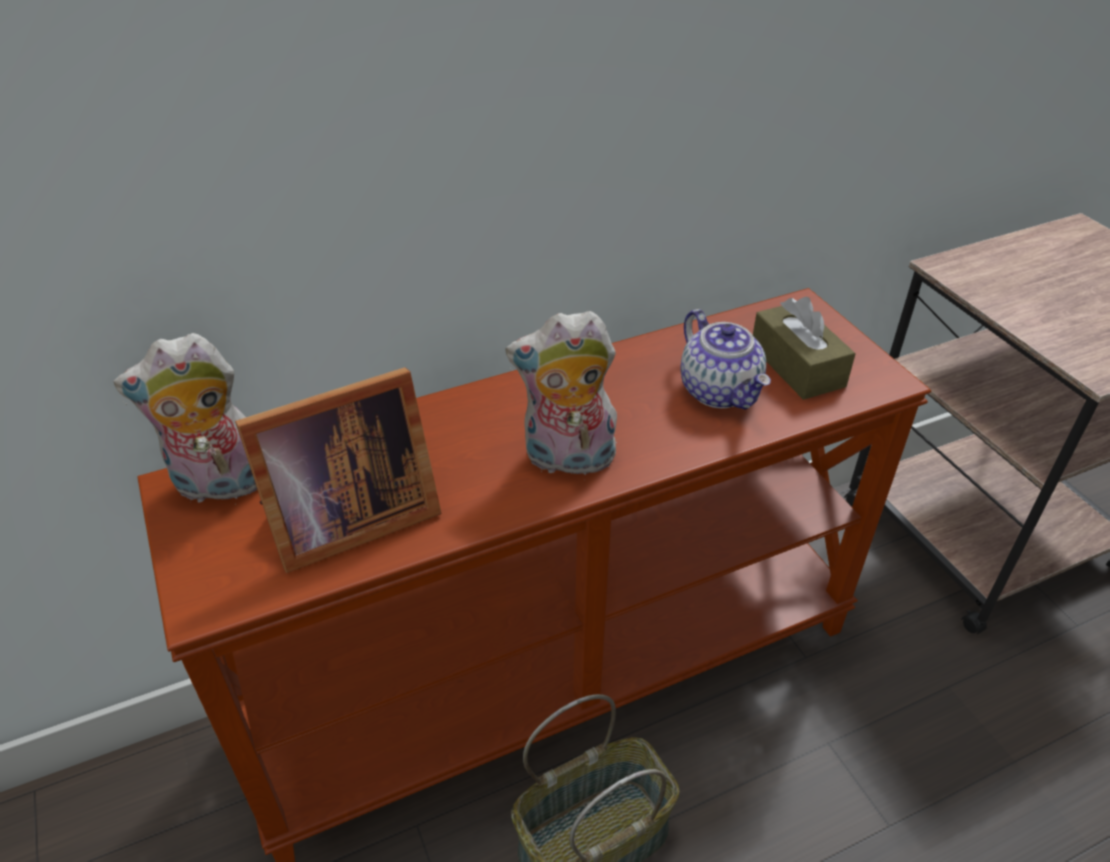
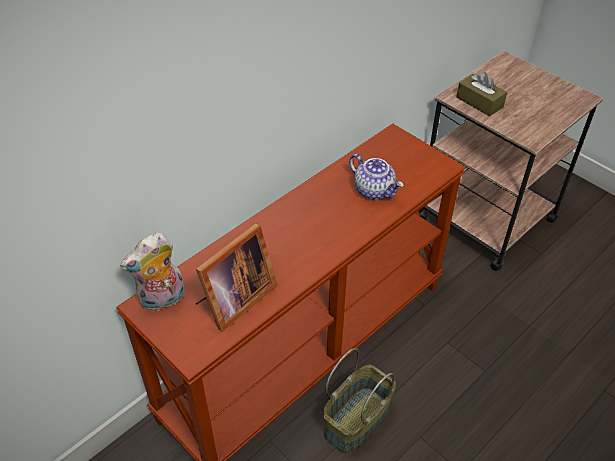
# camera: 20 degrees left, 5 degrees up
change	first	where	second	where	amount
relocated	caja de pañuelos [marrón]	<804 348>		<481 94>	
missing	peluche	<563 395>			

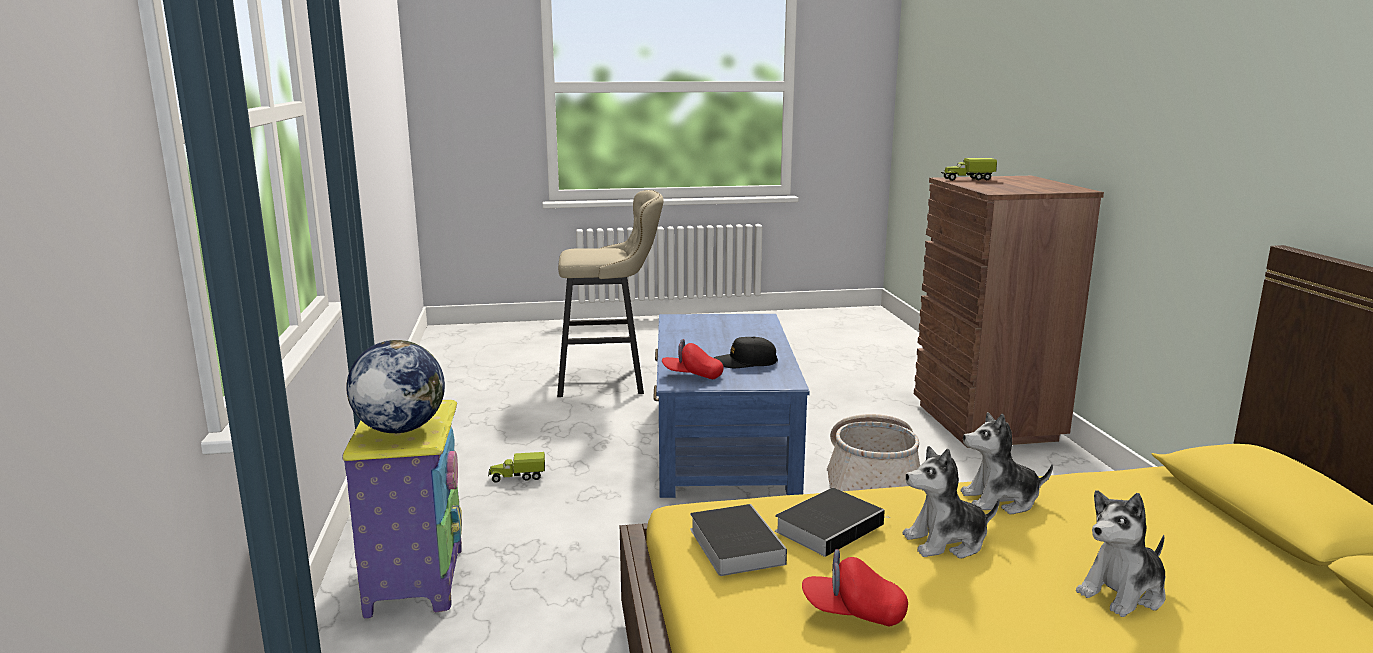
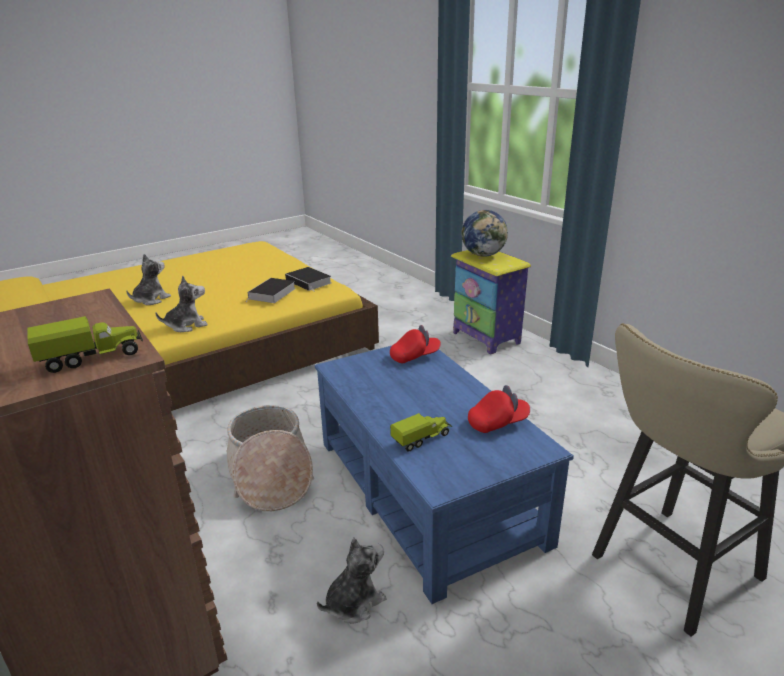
# camera: 155 degrees right, 10 degrees up
change	first	where	second	where	amount
missing	gorra [negro]	<746 352>			
relocated	peluche	<951 502>		<352 580>	
relocated	camión de juguete	<516 467>		<421 432>	
relocated	gorra [rojo]	<855 587>		<499 409>	

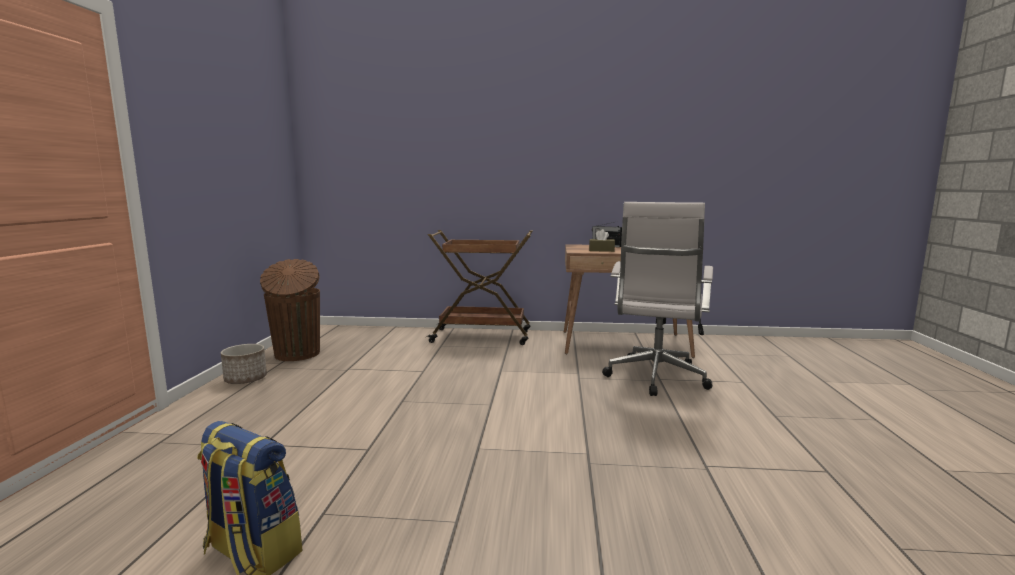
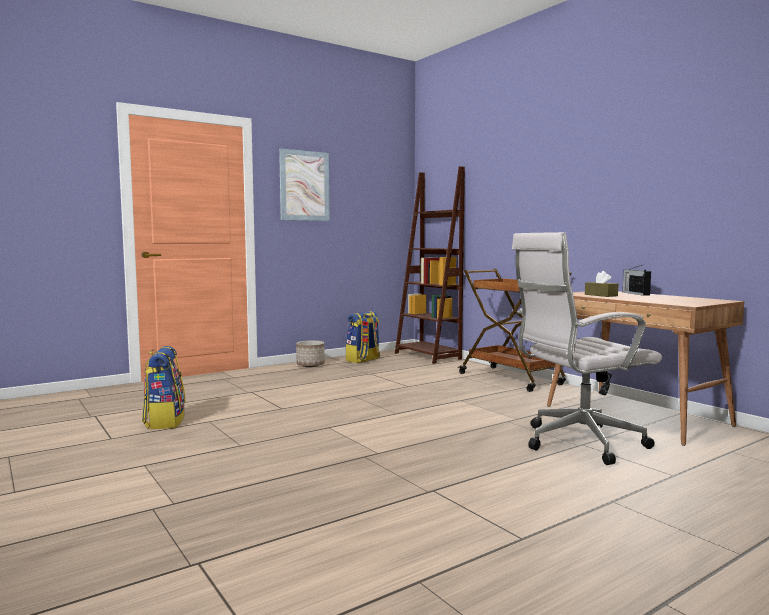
# camera: 50 degrees right, 5 degrees down
change	first	where	second	where	amount
exchanged	papelera [marrón]	<290 310>	mochila	<363 337>	
appeared			cuadro	<304 184>	
appeared			estantería [marrón]	<430 265>	

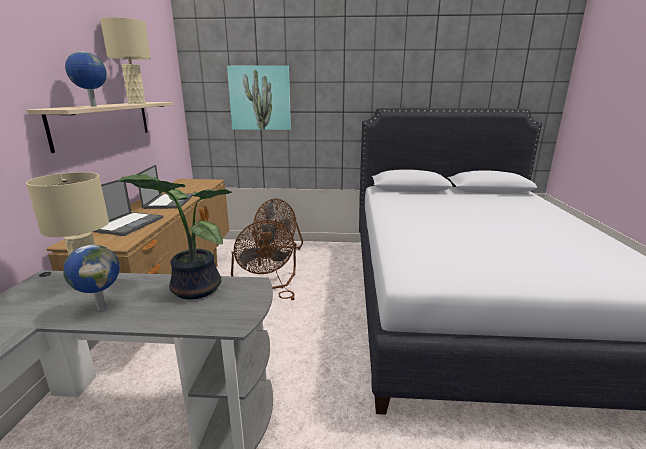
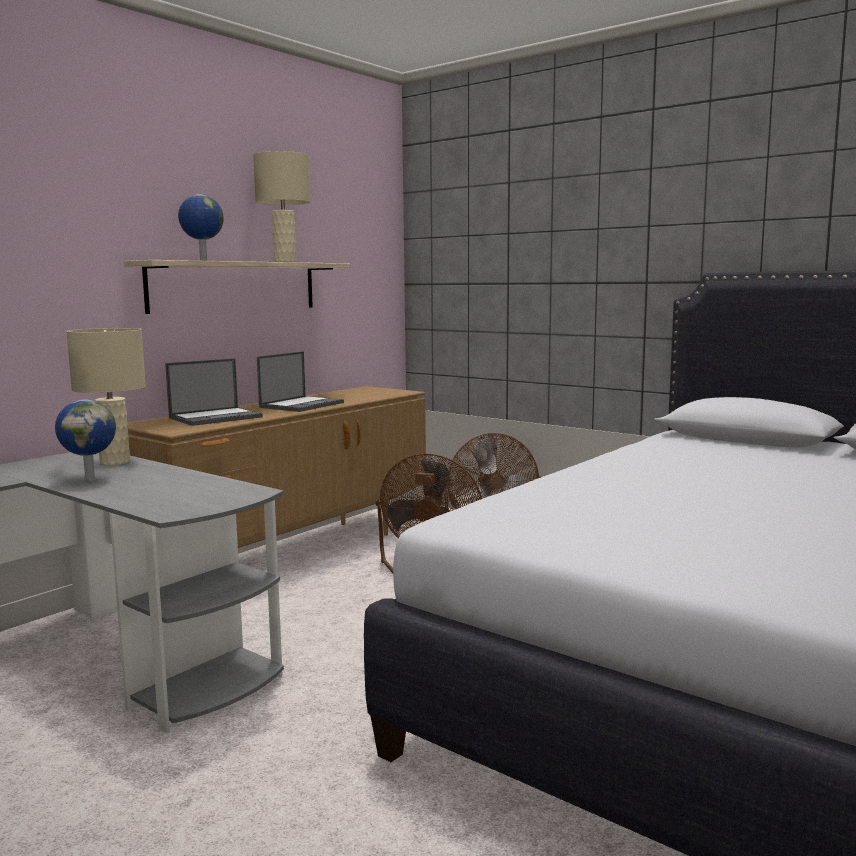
# camera: 35 degrees right, 10 degrees down
change	first	where	second	where	amount
missing	cuadro	<259 97>			
missing	planta en maceta	<176 236>			

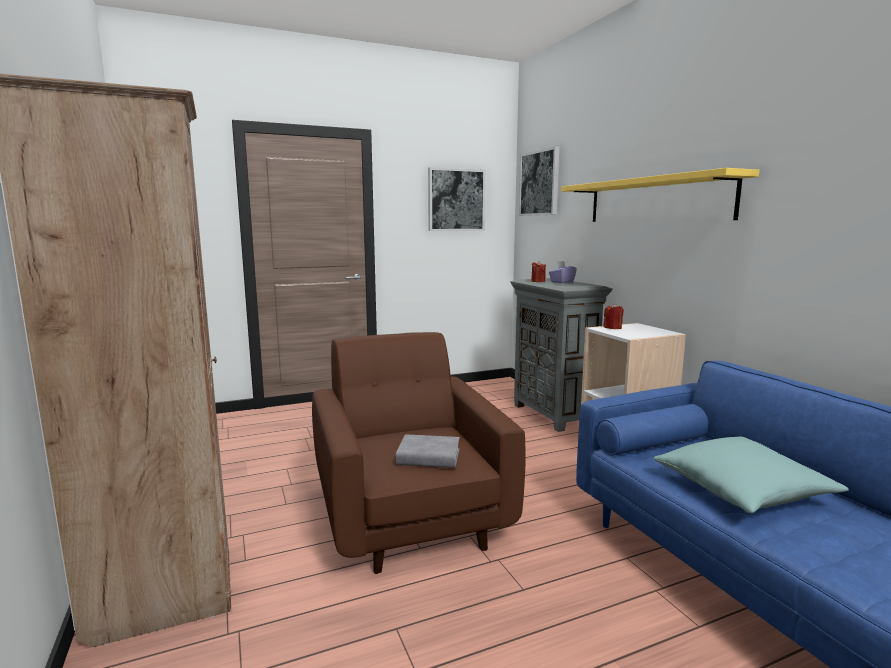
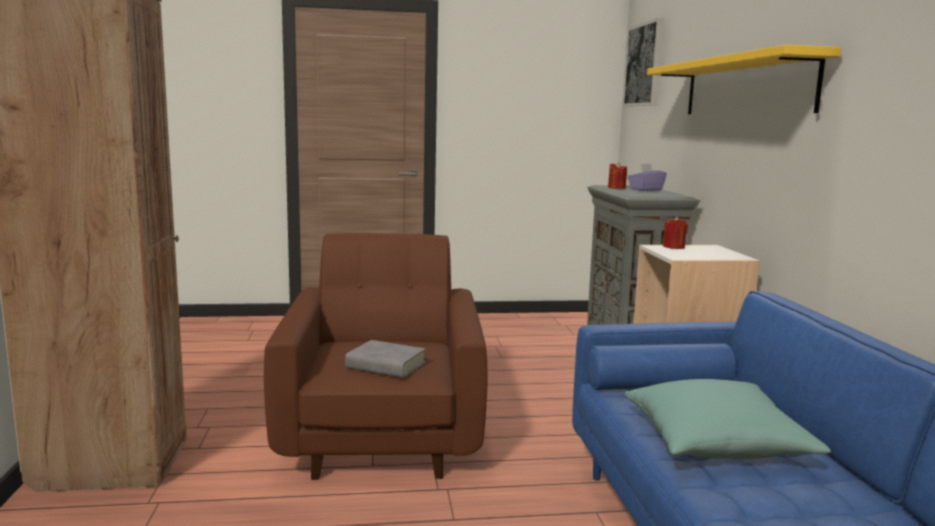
# camera: 15 degrees right, 0 degrees up
change	first	where	second	where	amount
missing	cuadro	<456 199>			

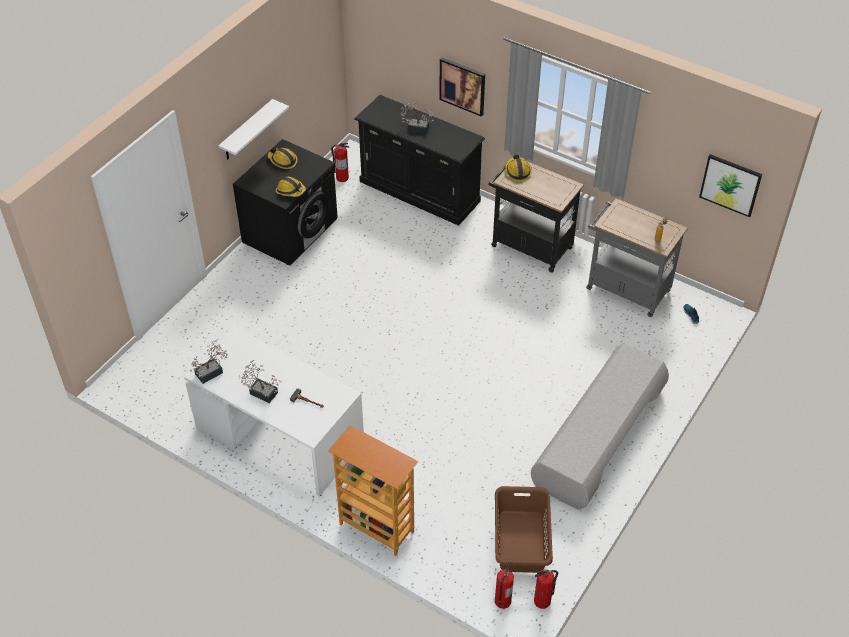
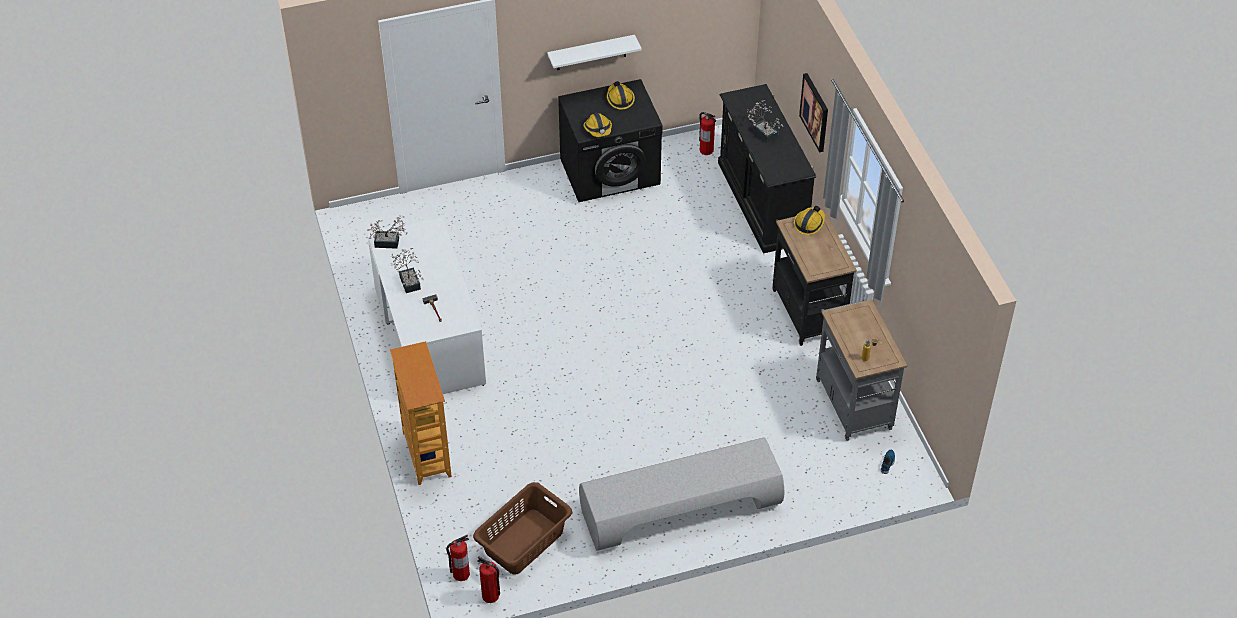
# camera: 40 degrees right, 0 degrees up
change	first	where	second	where	amount
missing	cuadro	<730 185>			

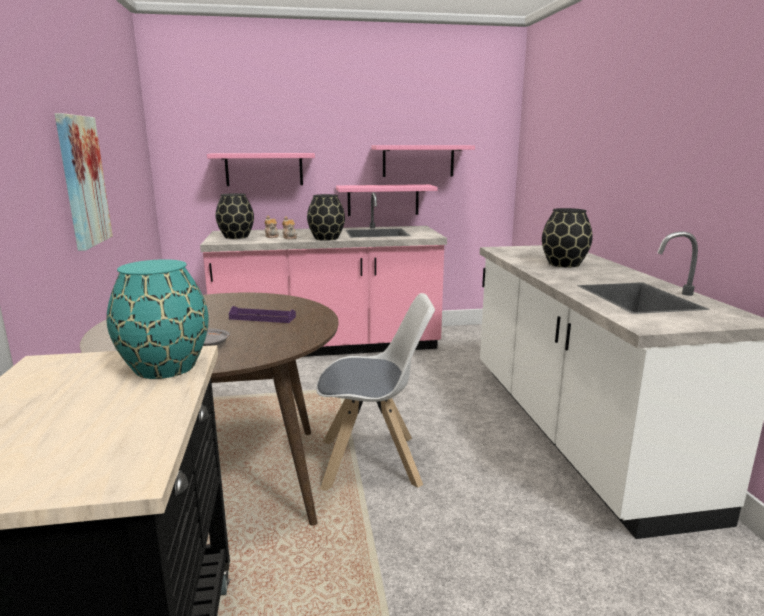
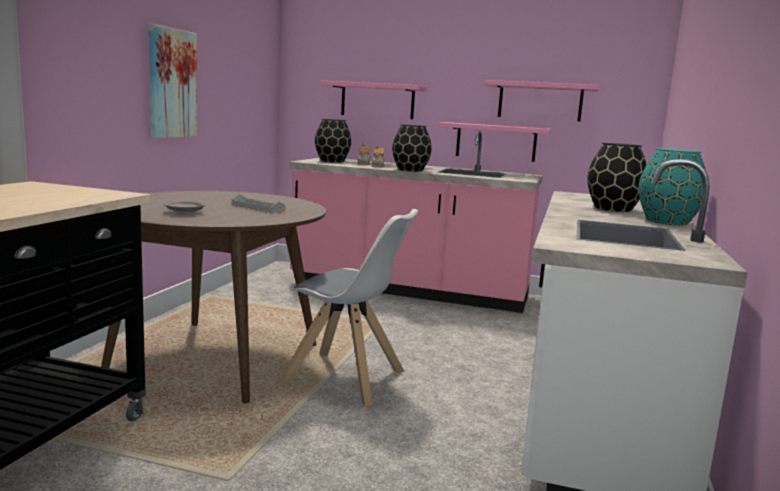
# camera: 25 degrees right, 5 degrees down
change	first	where	second	where	amount
relocated	florero [turquesa]	<157 319>		<672 186>	
colour	bandeja [morado]	<262 314>	bandeja [gris]	<258 203>	

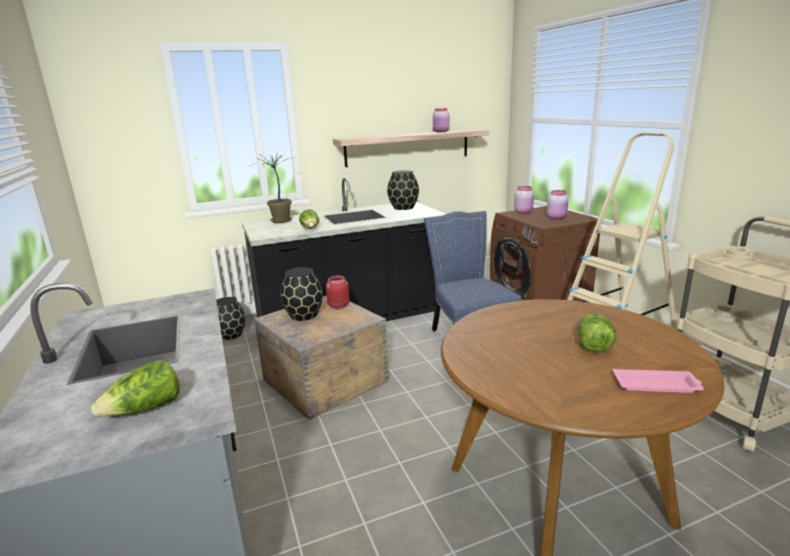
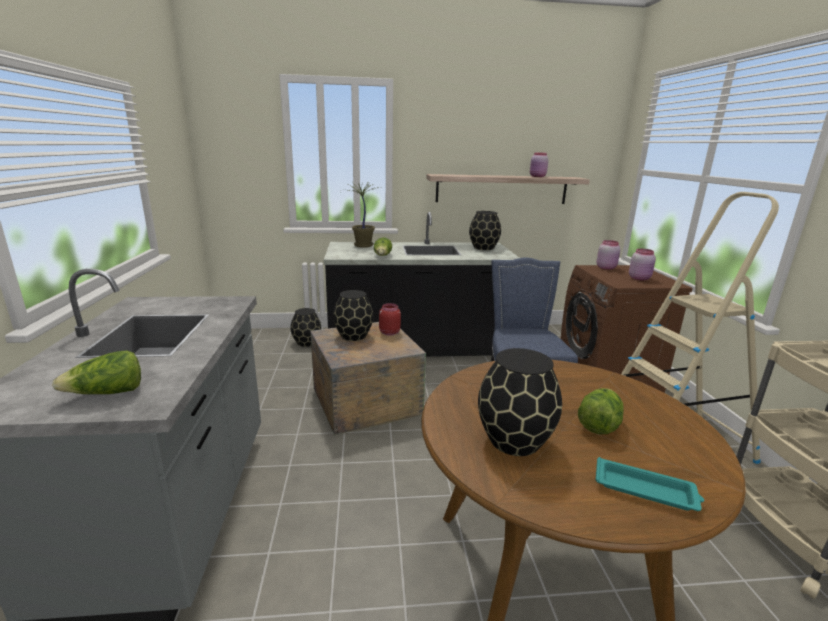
# camera: 15 degrees right, 0 degrees up
change	first	where	second	where	amount
colour	bandeja [rosa]	<658 380>	bandeja [turquesa]	<650 484>	
appeared			florero [negro]	<520 402>	

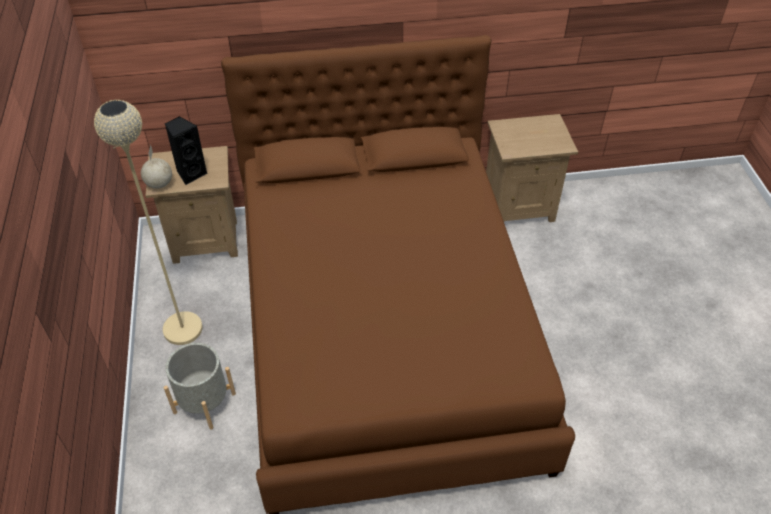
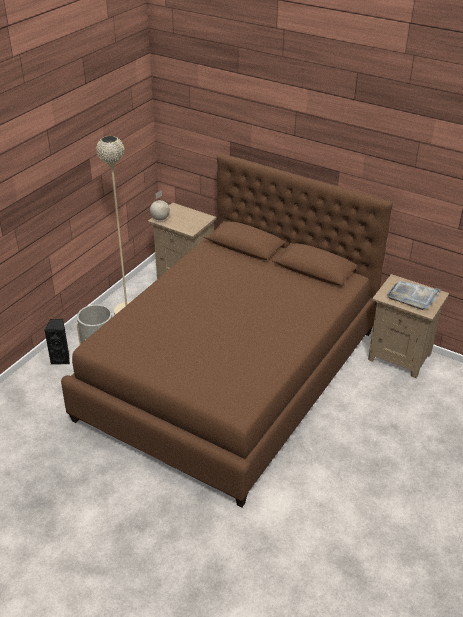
# camera: 40 degrees right, 10 degrees down
change	first	where	second	where	amount
relocated	altavoz [negro]	<186 150>		<57 342>	
appeared			bandeja [gris]	<414 295>	

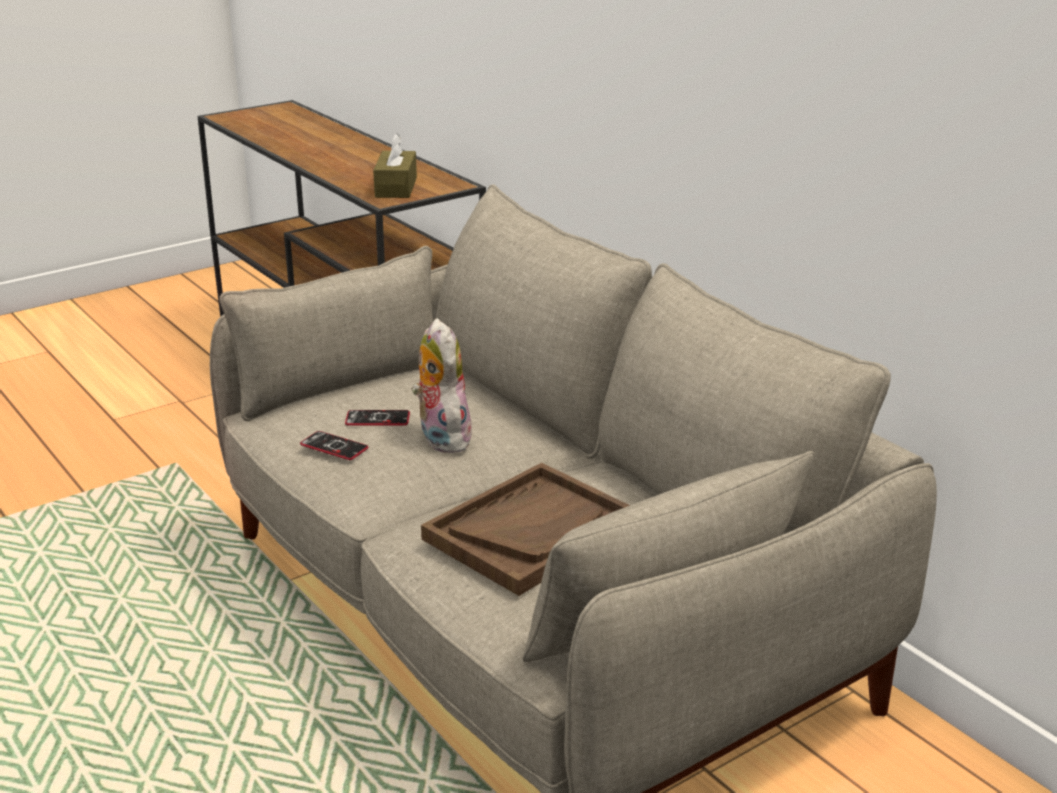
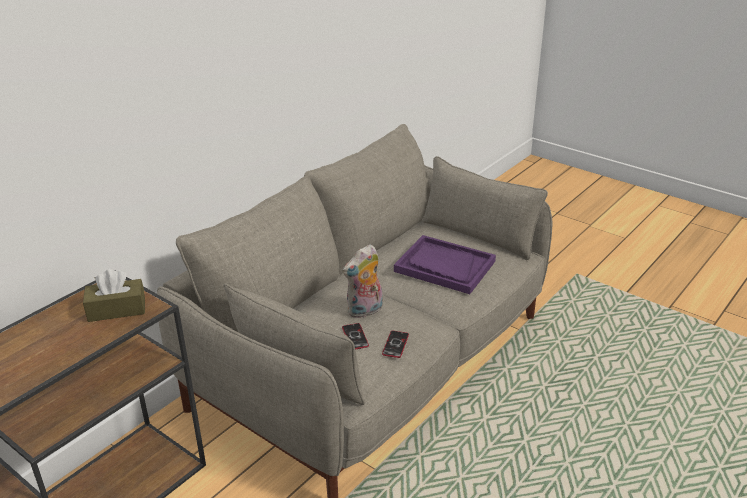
# camera: 105 degrees left, 5 degrees up
change	first	where	second	where	amount
colour	bandeja [marrón]	<525 529>	bandeja [morado]	<445 264>	

